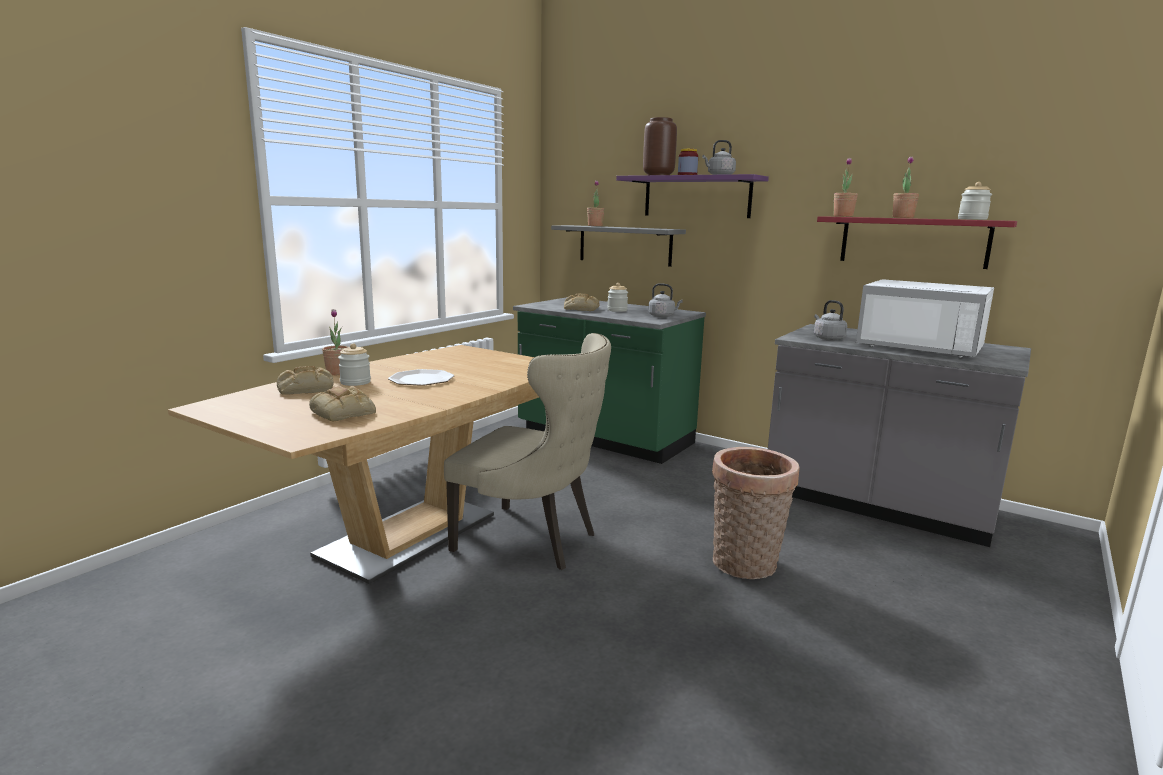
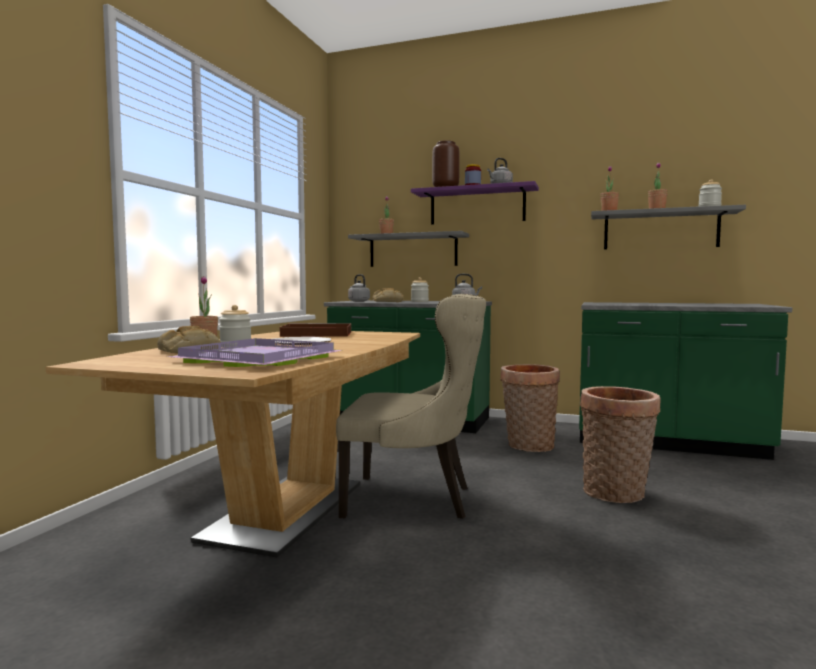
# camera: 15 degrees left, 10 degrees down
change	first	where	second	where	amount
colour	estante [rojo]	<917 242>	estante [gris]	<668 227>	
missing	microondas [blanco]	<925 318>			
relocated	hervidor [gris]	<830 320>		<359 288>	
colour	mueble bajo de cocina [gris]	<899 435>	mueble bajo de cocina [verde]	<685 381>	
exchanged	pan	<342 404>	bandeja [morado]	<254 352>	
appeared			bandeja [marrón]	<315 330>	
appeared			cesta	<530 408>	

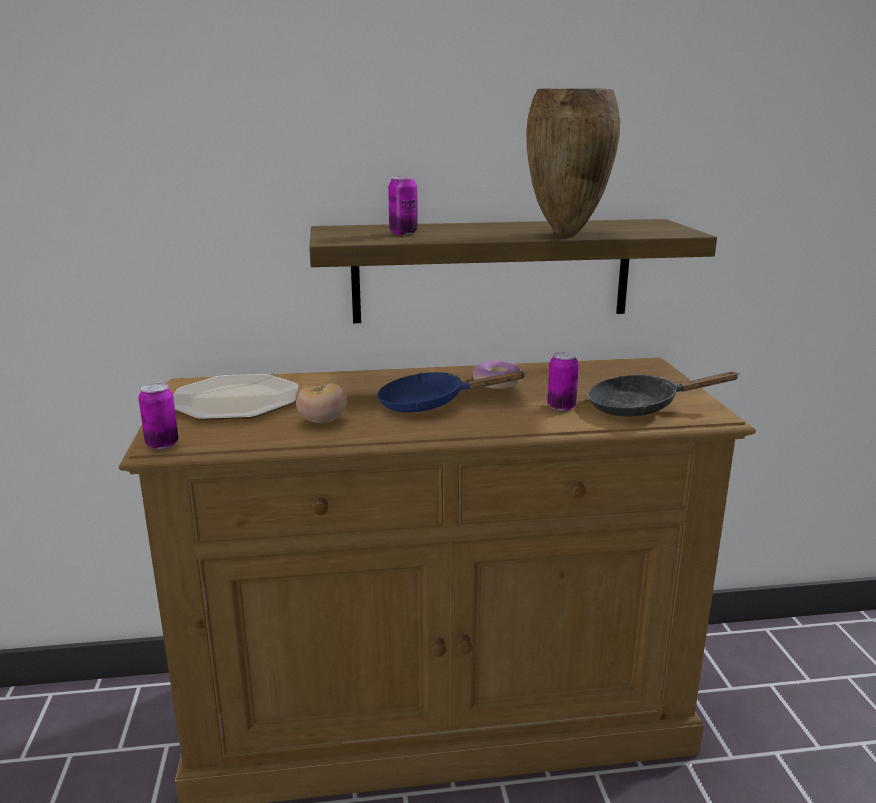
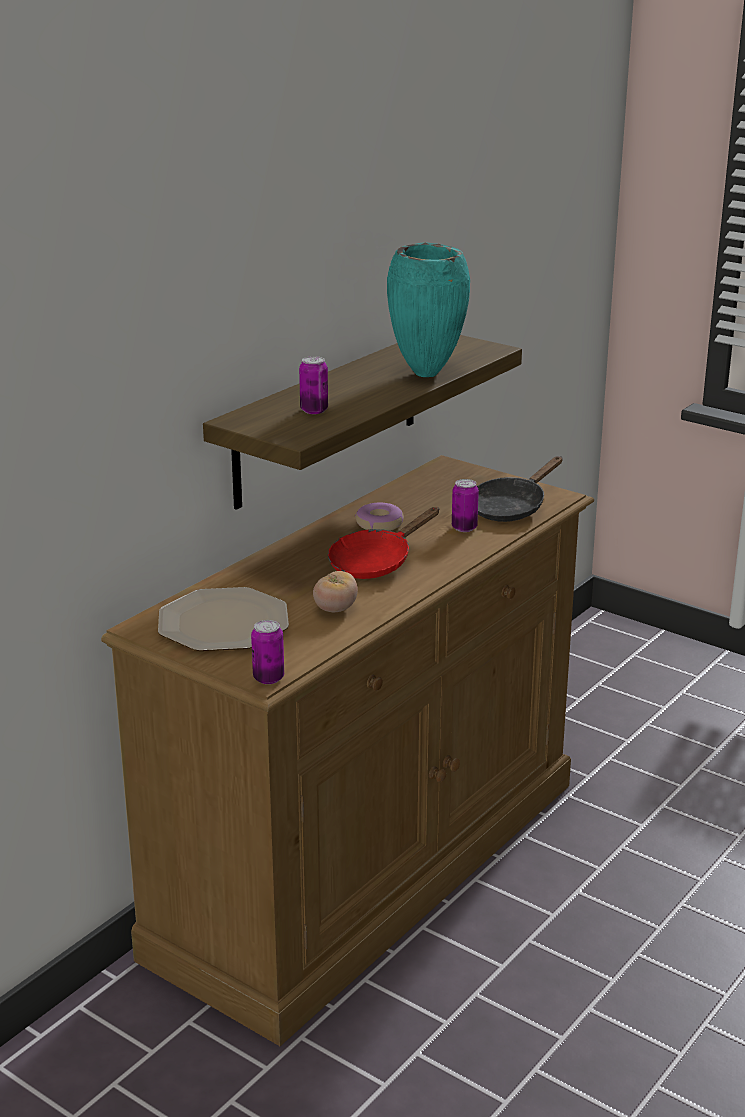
# camera: 45 degrees left, 5 degrees up
change	first	where	second	where	amount
colour	florero [marrón]	<573 161>	florero [turquesa]	<428 309>	
colour	sartén [azul]	<451 392>	sartén [rojo]	<384 543>	

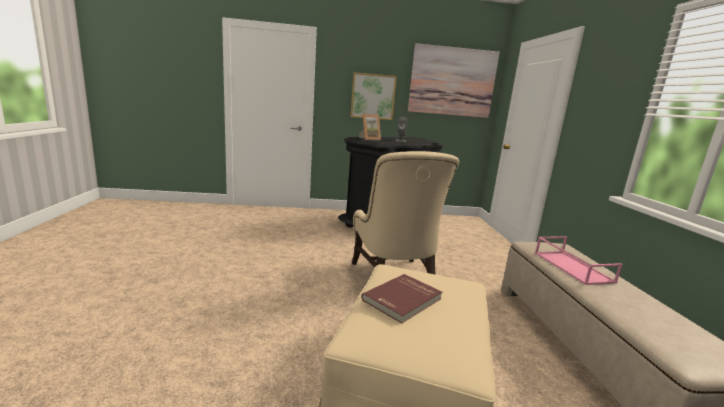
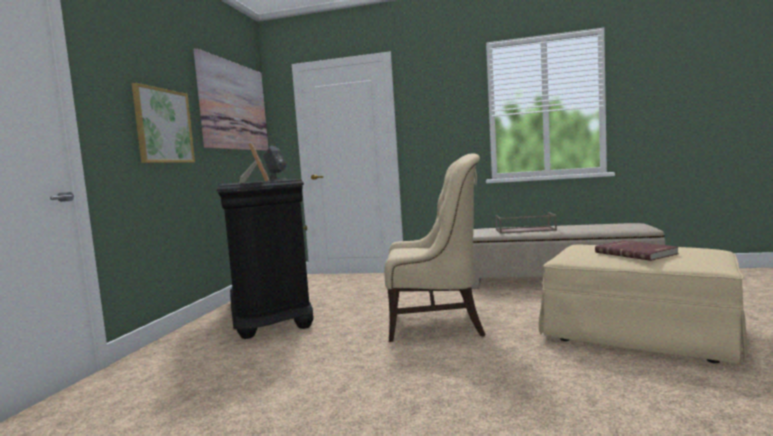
# camera: 70 degrees left, 10 degrees down
change	first	where	second	where	amount
colour	bandeja [rosa]	<578 260>	bandeja [marrón]	<526 223>	

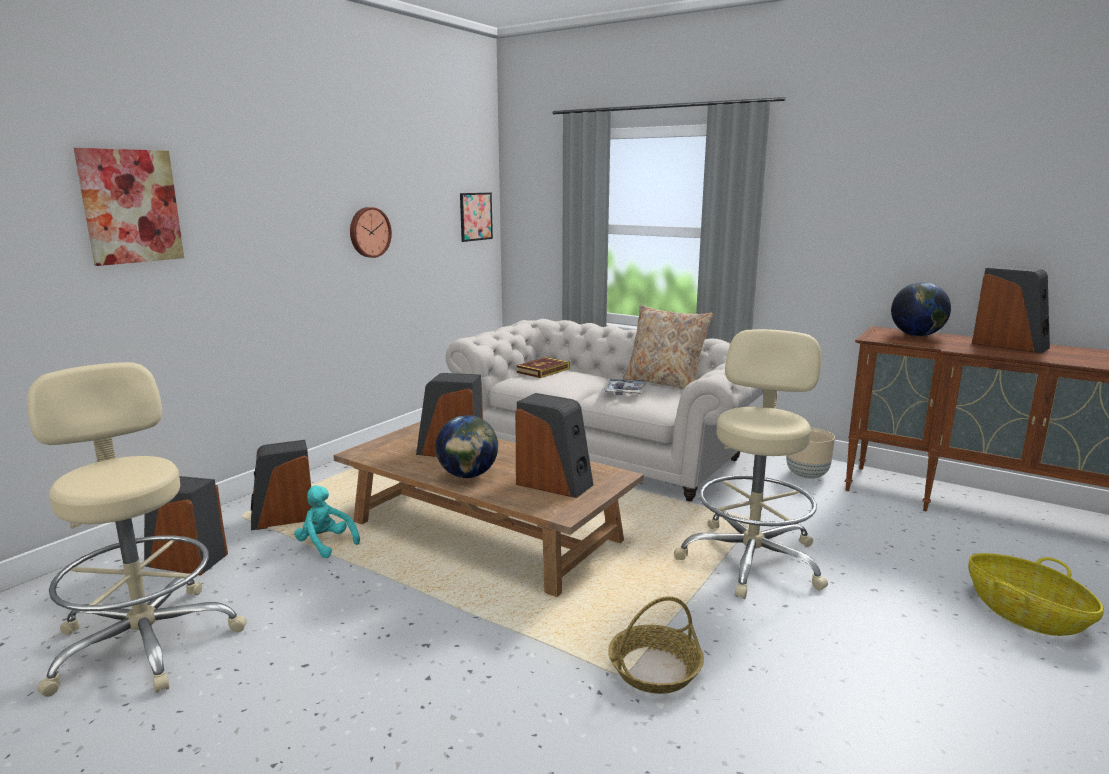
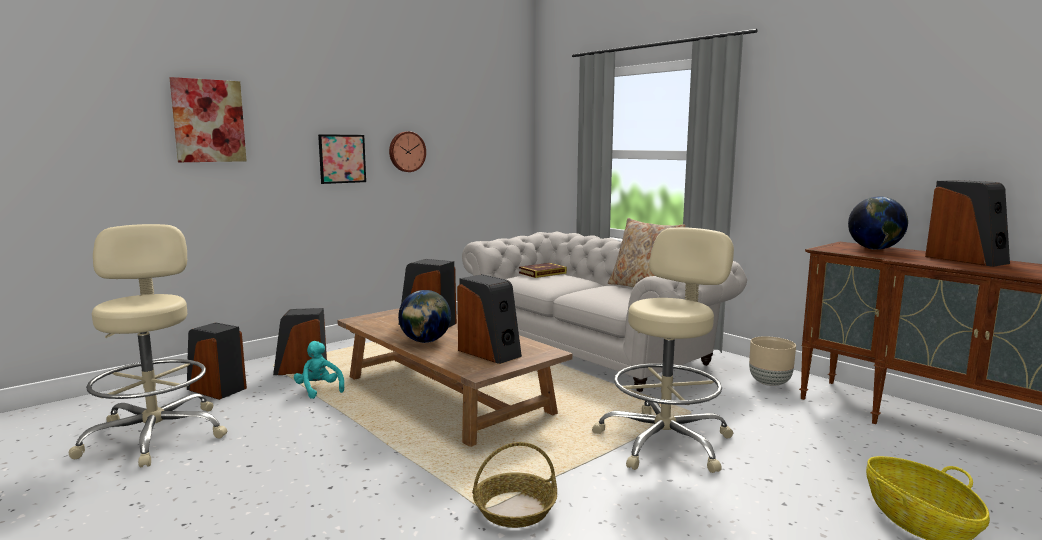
# camera: 15 degrees right, 5 degrees down
change	first	where	second	where	amount
relocated	cuadro	<476 217>		<342 159>	
missing	bandeja	<624 387>			

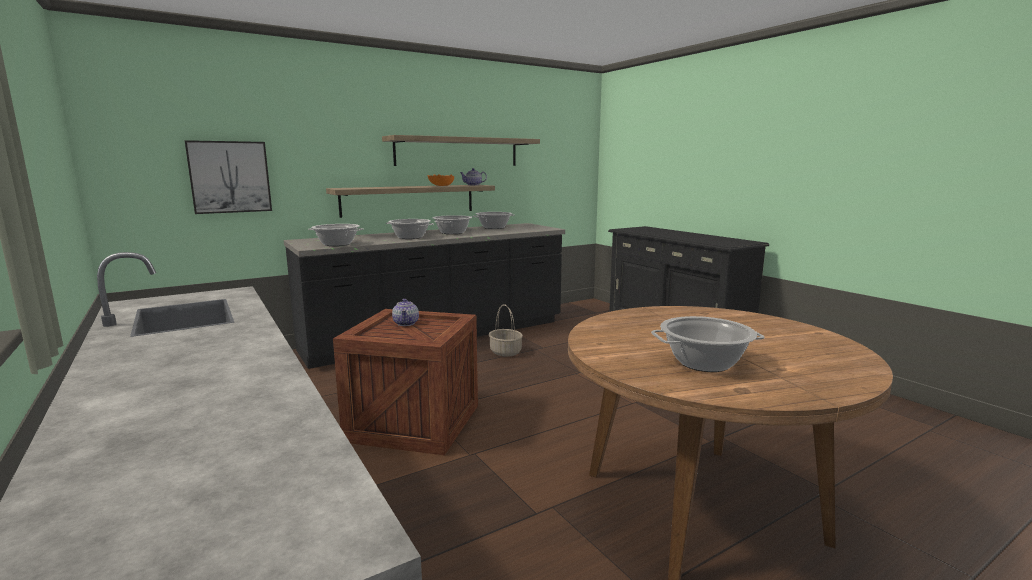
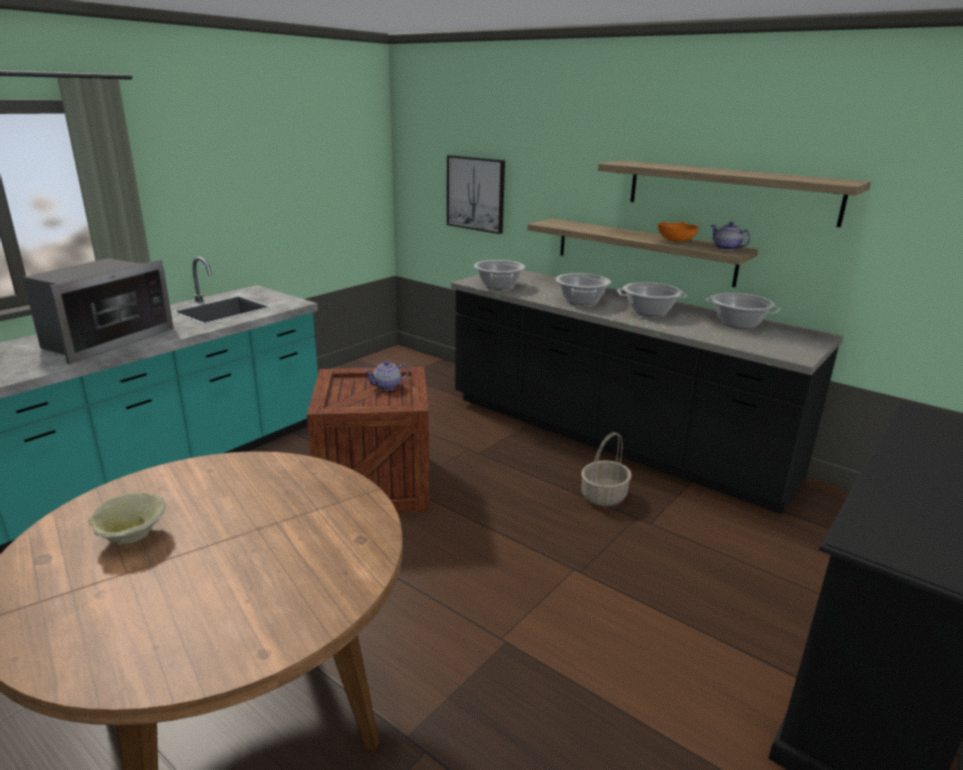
# camera: 70 degrees right, 10 degrees up
change	first	where	second	where	amount
exchanged	olla	<707 344>	cuenco [beis]	<127 518>	
appeared			microondas	<98 311>	

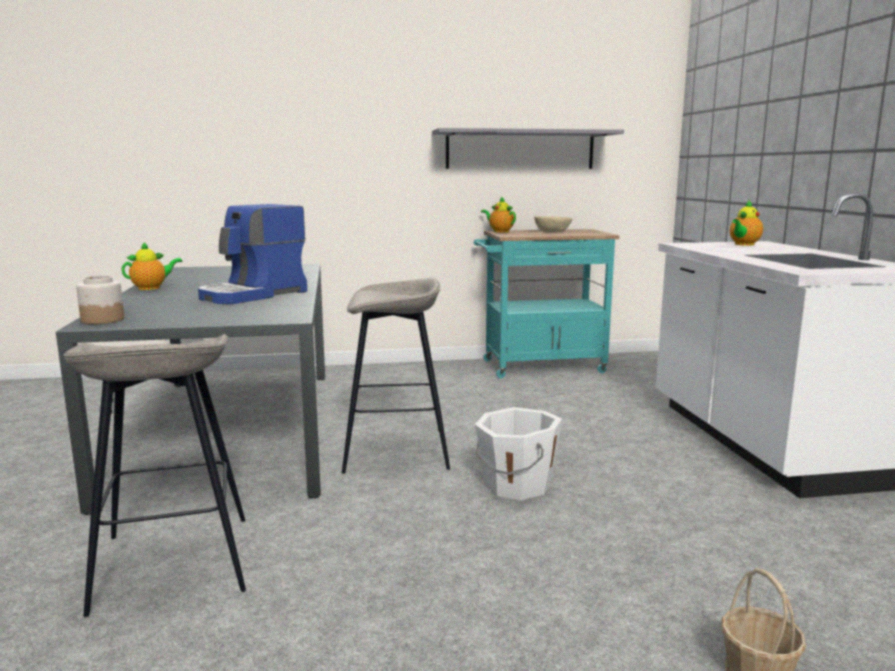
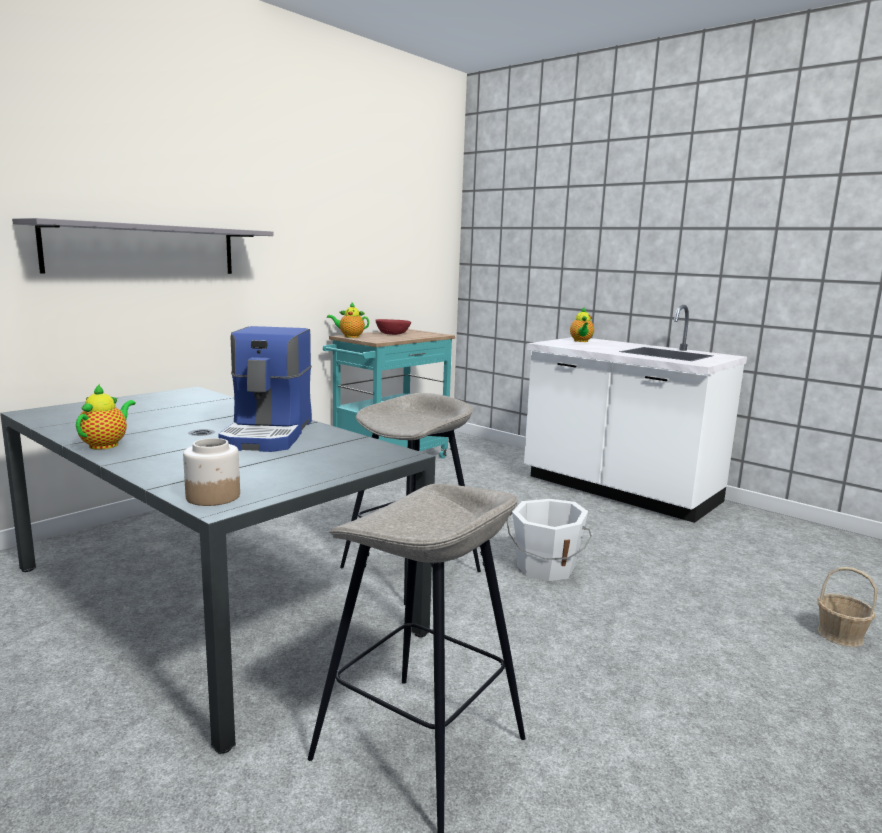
# camera: 40 degrees left, 0 degrees up
change	first	where	second	where	amount
relocated	estante [gris]	<528 148>		<143 246>	
colour	cuenco [beis]	<553 224>	cuenco [rojo]	<393 327>	

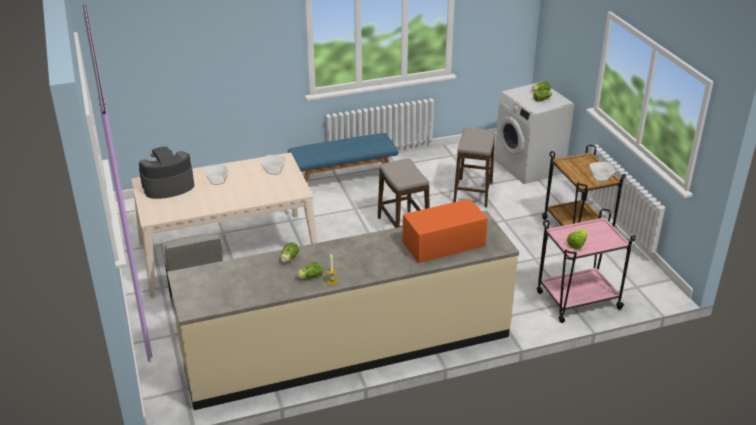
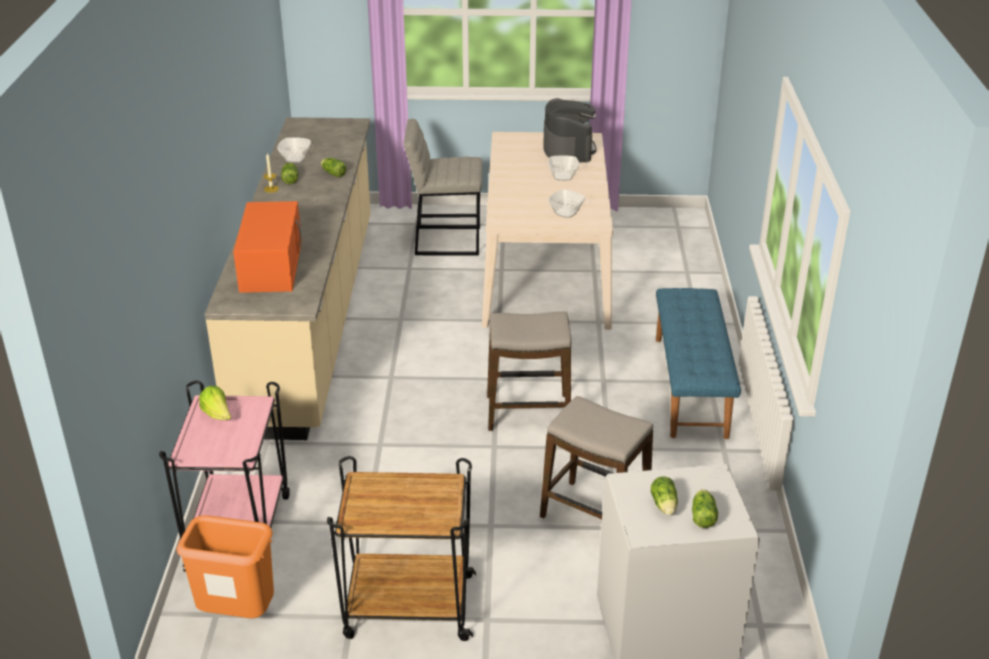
# camera: 110 degrees right, 0 degrees up
change	first	where	second	where	amount
relocated	cuenco	<602 172>		<294 150>	
appeared			papelera [naranja]	<225 566>	

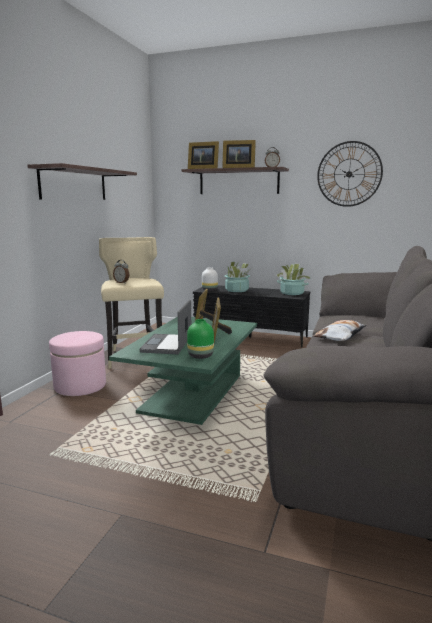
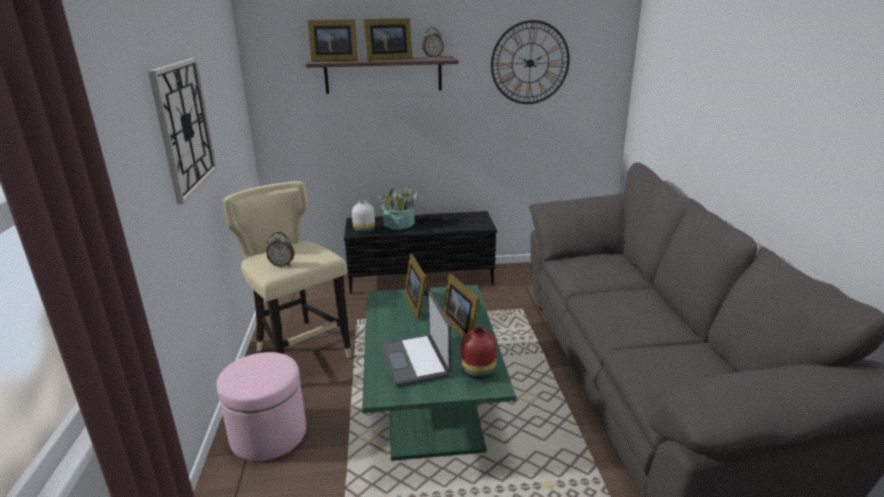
# camera: 25 degrees left, 10 degrees up
change	first	where	second	where	amount
exchanged	estante	<82 181>	reloj de pared	<182 131>	
missing	planta en maceta	<293 279>			
colour	florero [verde]	<200 339>	florero [rojo]	<479 353>	
missing	cojín	<340 330>			

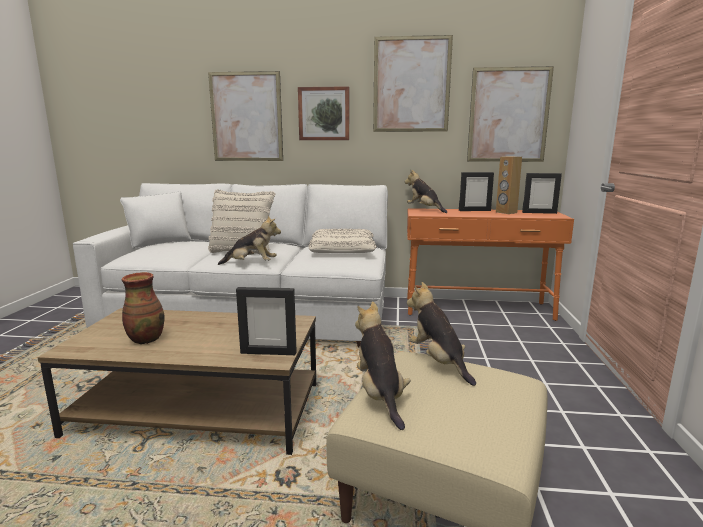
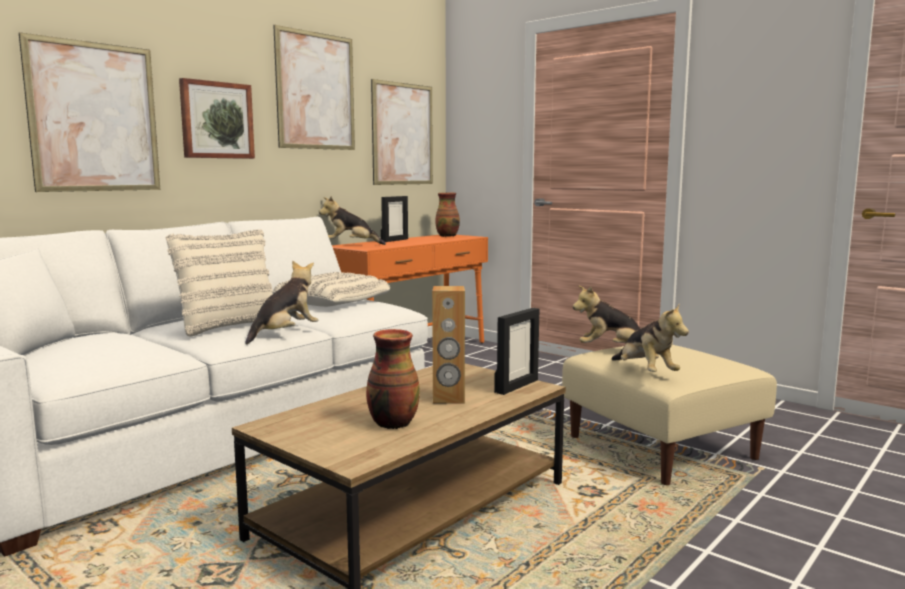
# camera: 55 degrees left, 5 degrees down
change	first	where	second	where	amount
relocated	altavoz [marrón]	<509 185>		<448 345>	
exchanged	portarretratos	<542 193>	florero	<447 215>	
spun	peluche	<383 365>		<650 338>	135 degrees counterclockwise

